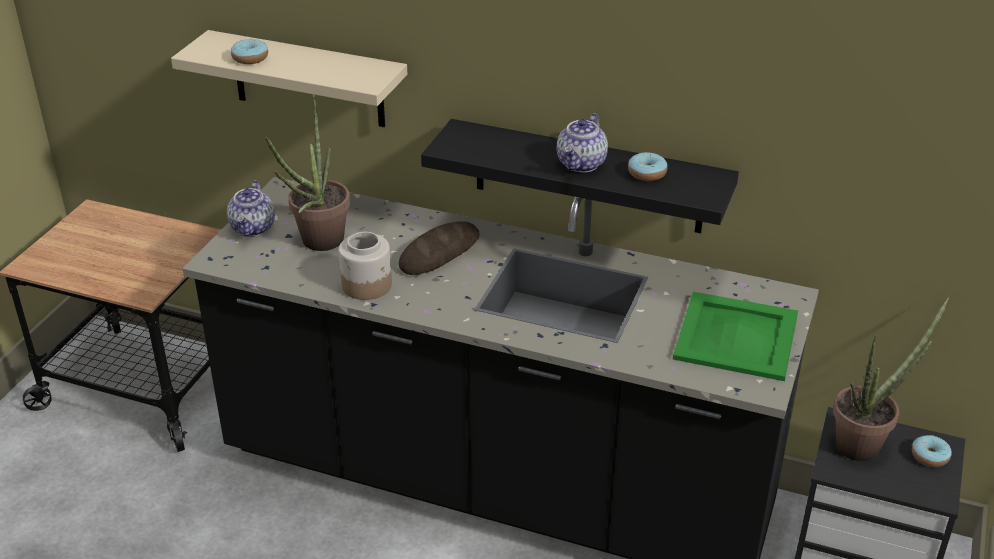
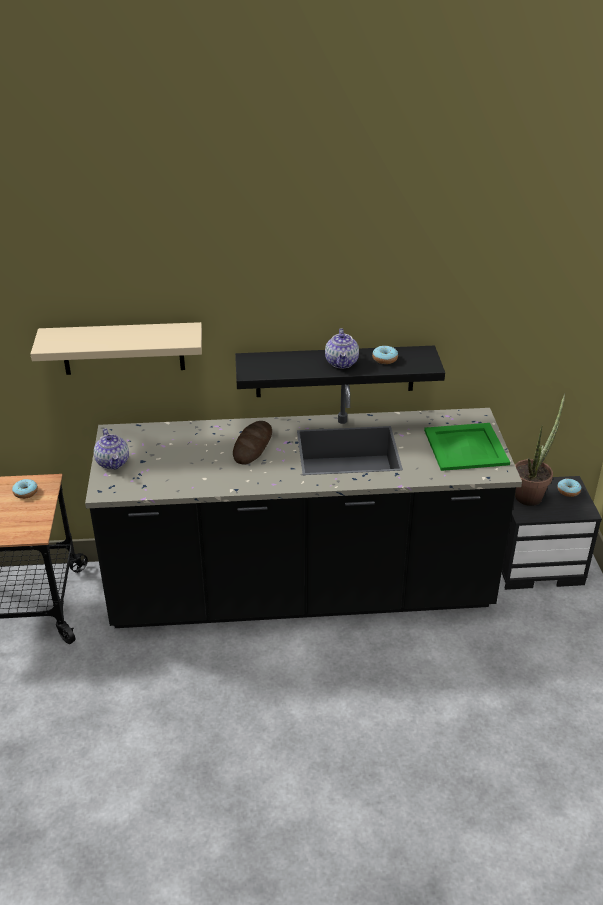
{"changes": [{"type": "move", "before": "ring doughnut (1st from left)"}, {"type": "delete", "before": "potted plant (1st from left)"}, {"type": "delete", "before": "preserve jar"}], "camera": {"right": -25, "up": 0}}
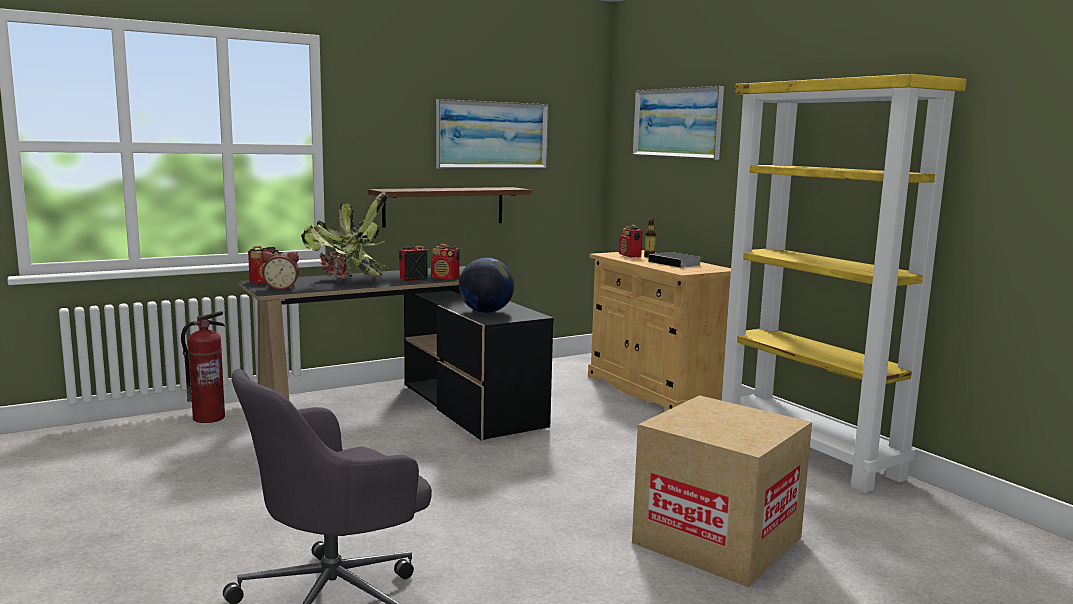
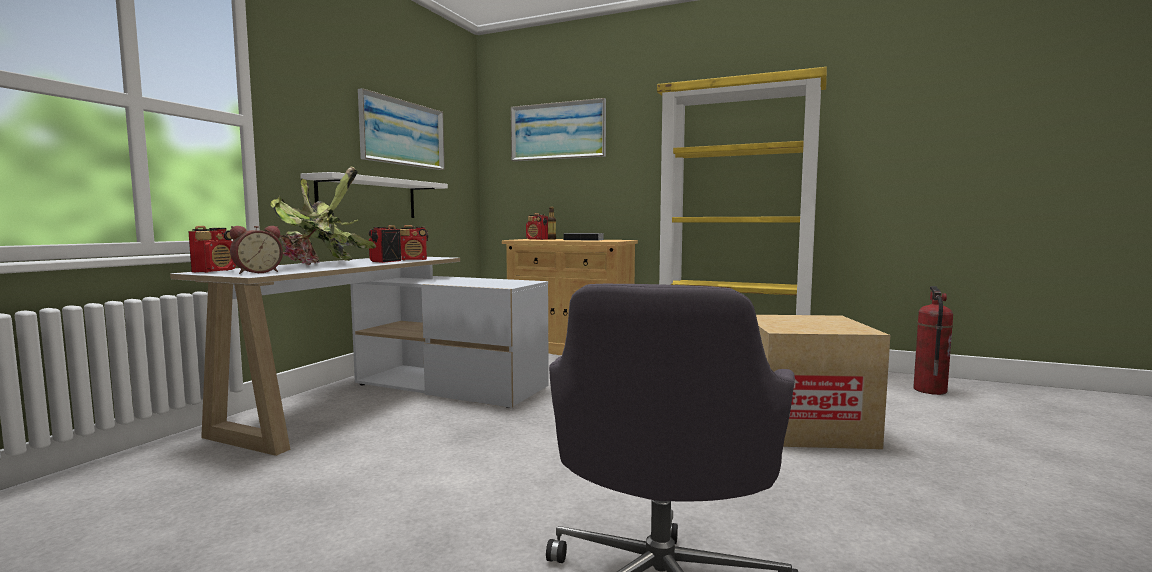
{"changes": [{"type": "recolor", "before": "brown-coloured wall shelf", "after": "whitish wall shelf"}, {"type": "delete", "before": "world globe"}, {"type": "recolor", "before": "blackish desk unit", "after": "whitish desk unit"}, {"type": "move", "before": "fire extinguisher"}], "camera": {"right": -35, "up": -5}}
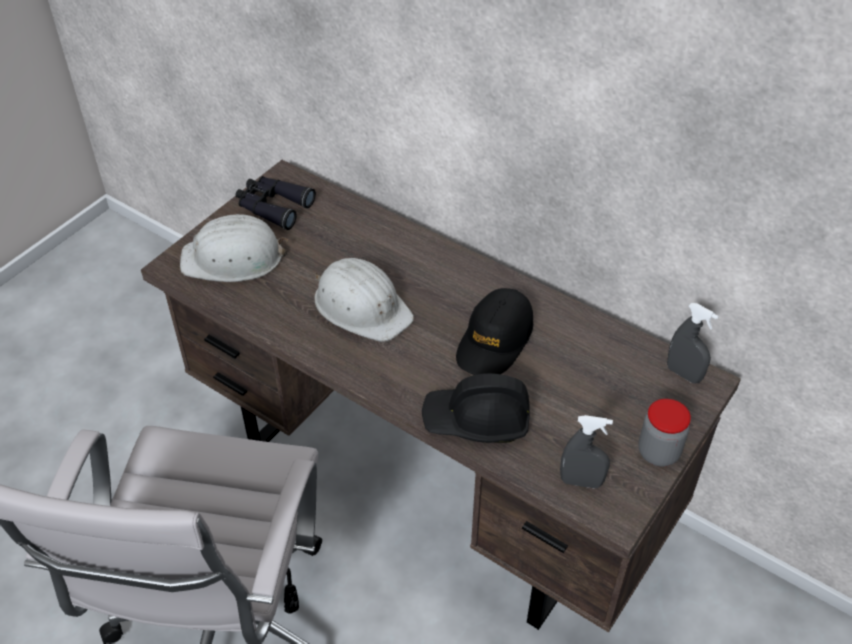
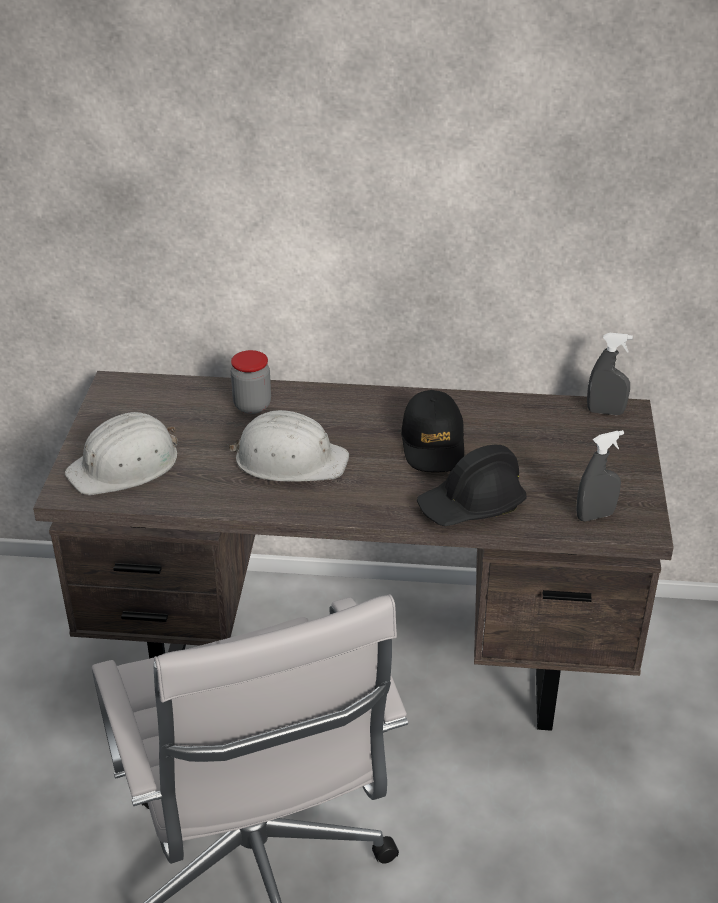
{"changes": [{"type": "delete", "before": "blackish binoculars"}, {"type": "move", "before": "preserve jar"}], "camera": {"right": -30, "up": -10}}
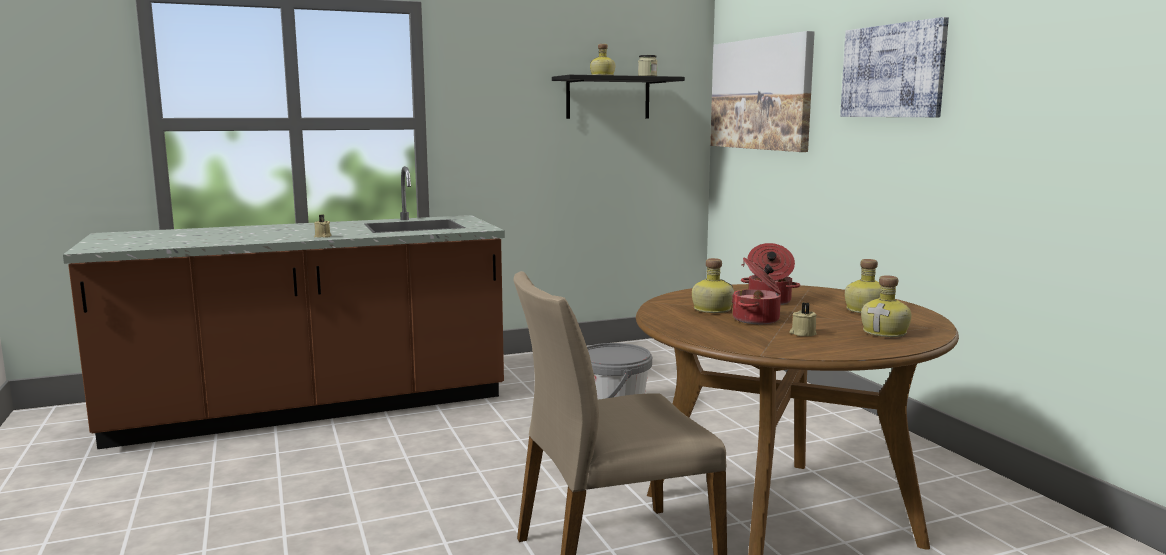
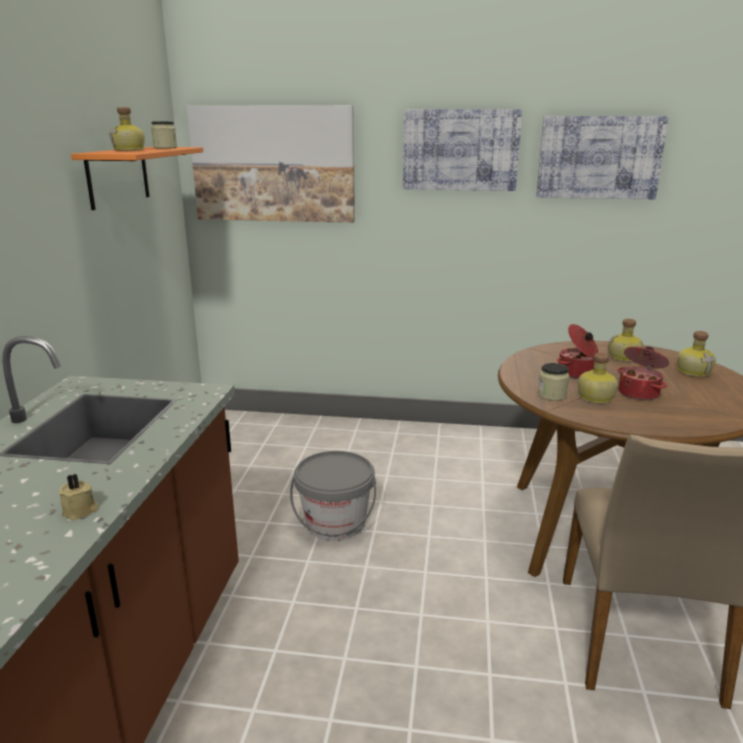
{"changes": [{"type": "recolor", "before": "blackish wall shelf", "after": "orange-coloured wall shelf"}, {"type": "delete", "before": "beige-coloured wax light (2nd from left)"}, {"type": "insert", "after": "wall art (3rd from left)"}, {"type": "insert", "after": "preserve jar (2nd from left)"}], "camera": {"right": -60, "up": 10}}
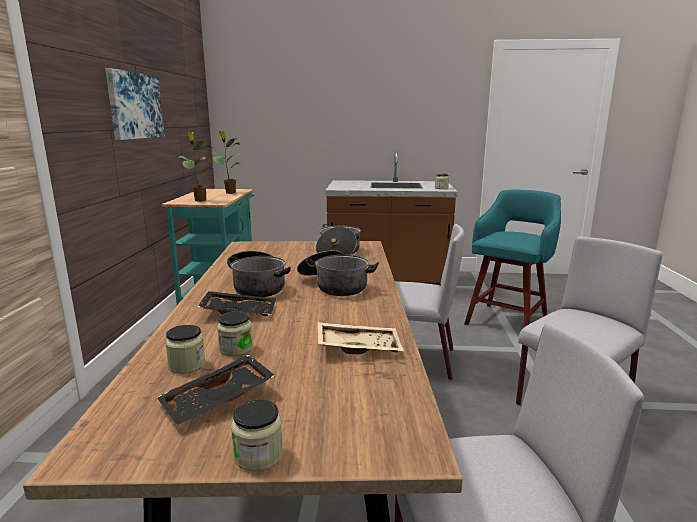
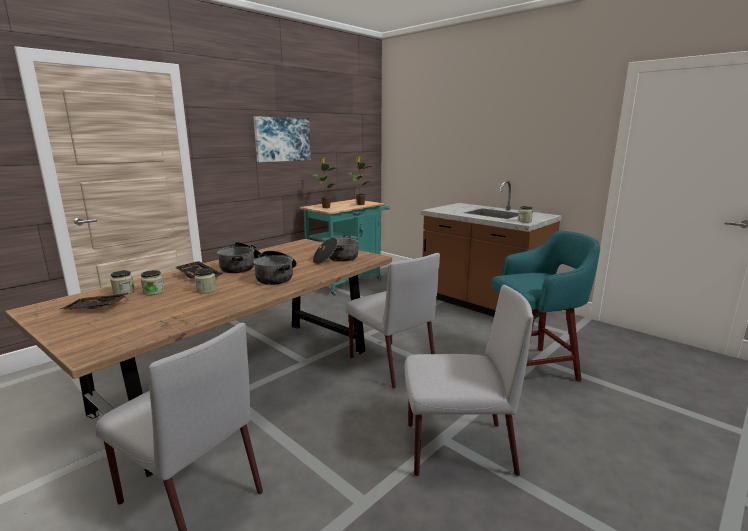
{"changes": [{"type": "delete", "before": "beige-coloured tray"}, {"type": "move", "before": "preserve jar (3rd from left)"}], "camera": {"right": 40, "up": 0}}
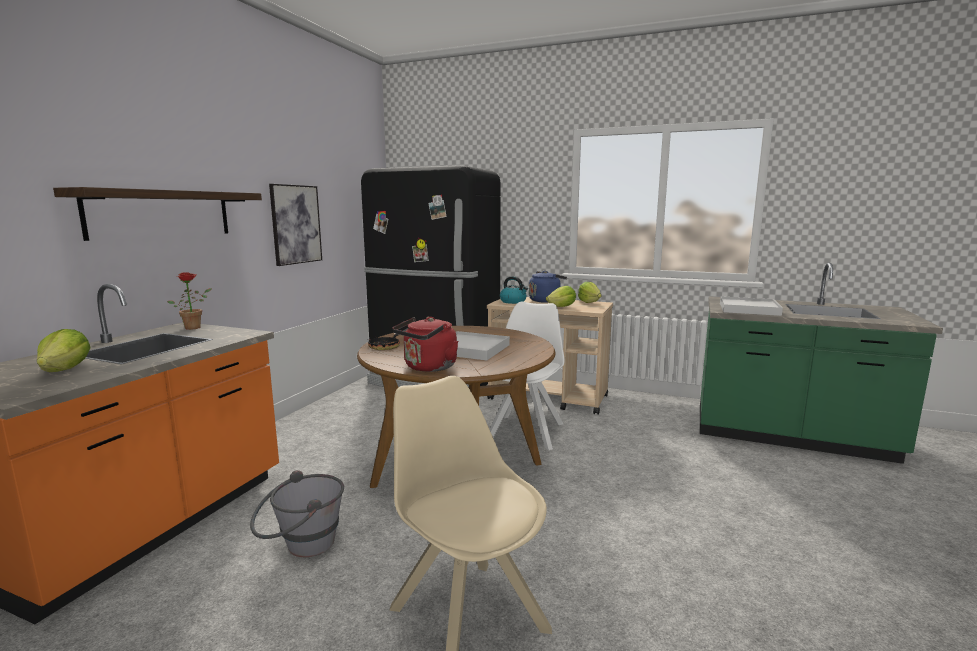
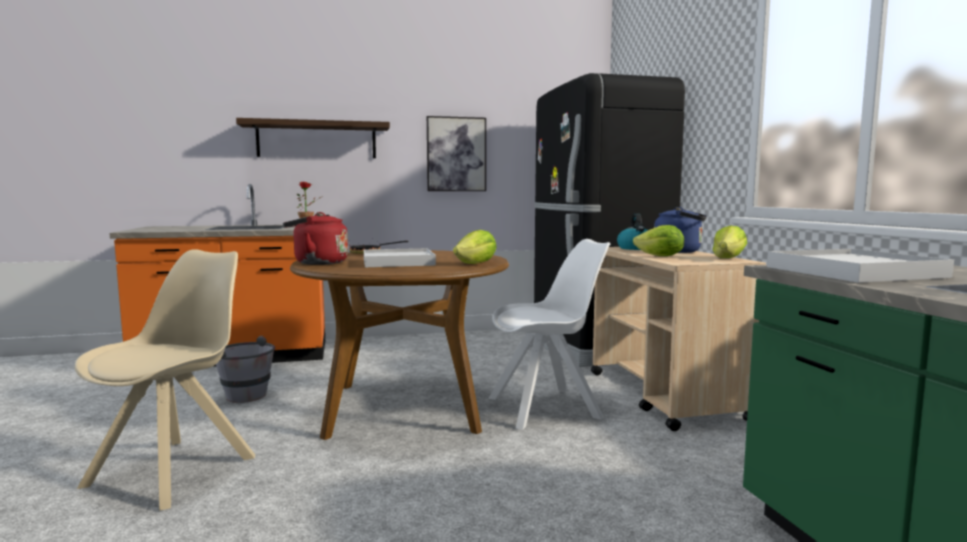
{"changes": [{"type": "move", "before": "head of lettuce (1st from left)"}], "camera": {"right": 55, "up": -5}}
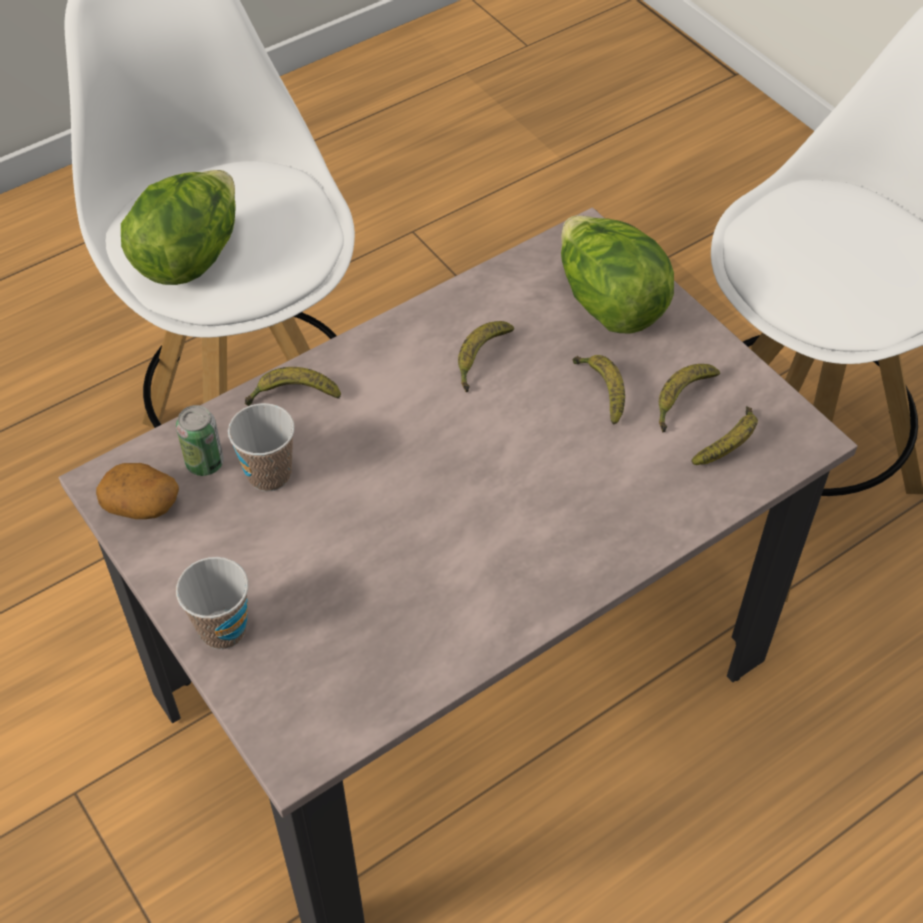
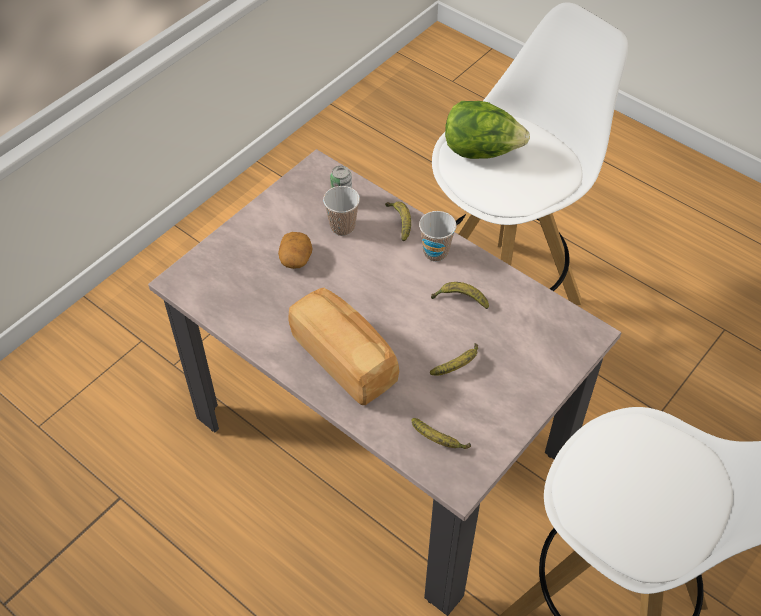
{"changes": [{"type": "delete", "before": "head of lettuce (2nd from left)"}, {"type": "delete", "before": "banana fruit (4th from left)"}, {"type": "move", "before": "spud"}, {"type": "move", "before": "small cup (1st from left in the first image)", "after": "small cup (2nd from left)"}, {"type": "insert", "after": "bakery bread"}], "camera": {"right": 75, "up": 0}}
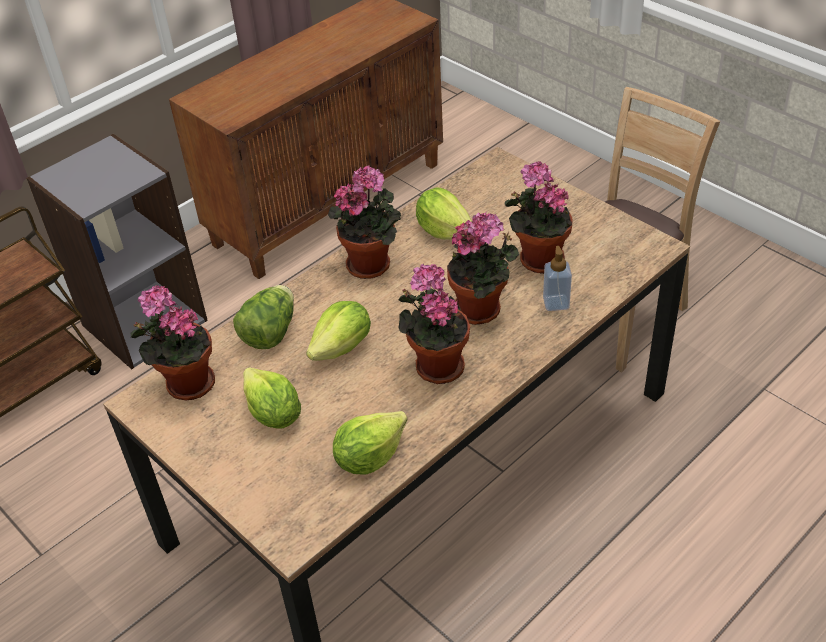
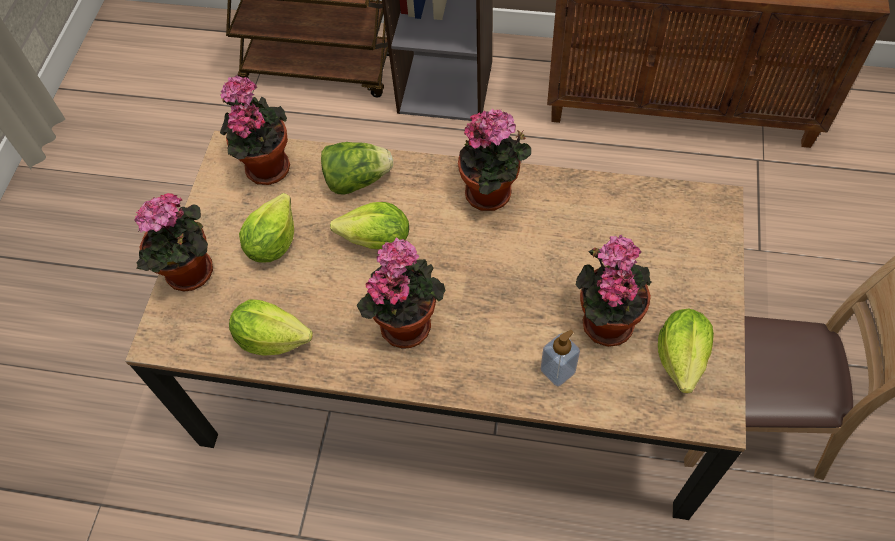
{"changes": [{"type": "move", "before": "head of lettuce (5th from left)"}, {"type": "move", "before": "potted plant (4th from left in the first image)", "after": "potted plant (1st from left)"}], "camera": {"right": 55, "up": 15}}
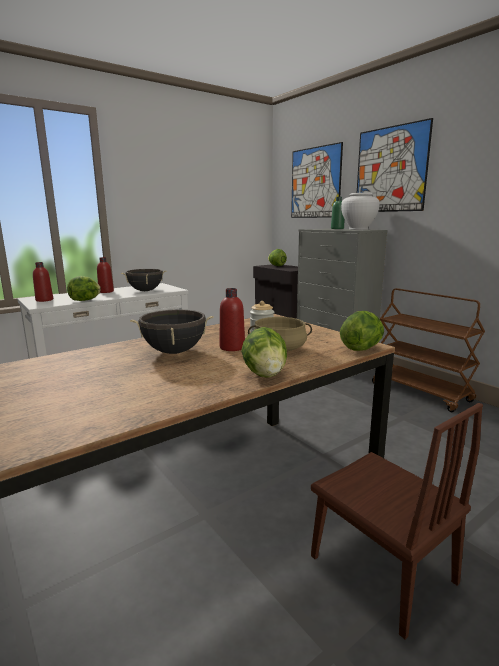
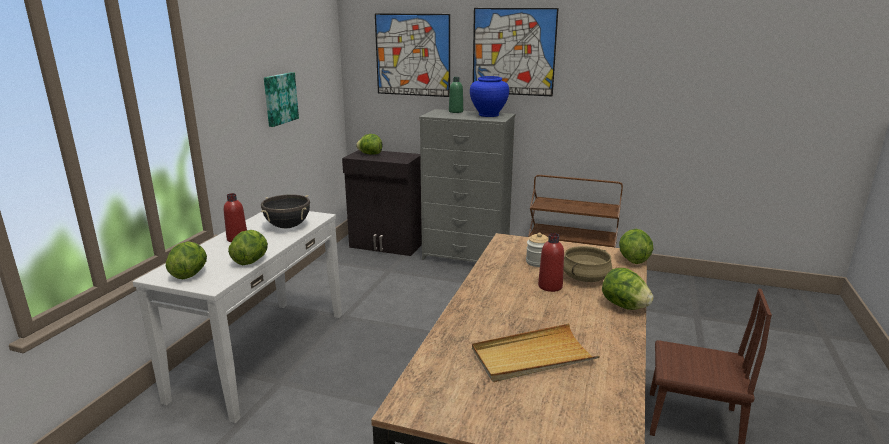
{"changes": [{"type": "recolor", "before": "whitish vase", "after": "blue-coloured vase"}, {"type": "replace", "before": "red-coloured drink bottle (1st from left)", "after": "head of lettuce (1st from left)"}, {"type": "delete", "before": "blackish saucepot (2nd from left)"}, {"type": "insert", "after": "wall art (1st from left)"}, {"type": "insert", "after": "beige-coloured tray"}], "camera": {"right": -35, "up": 5}}
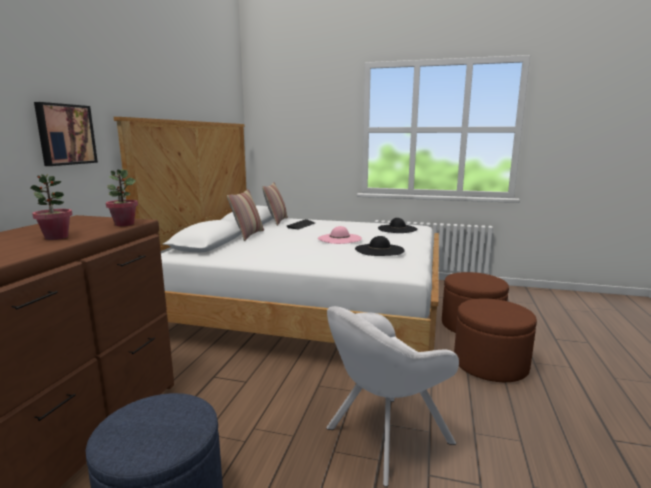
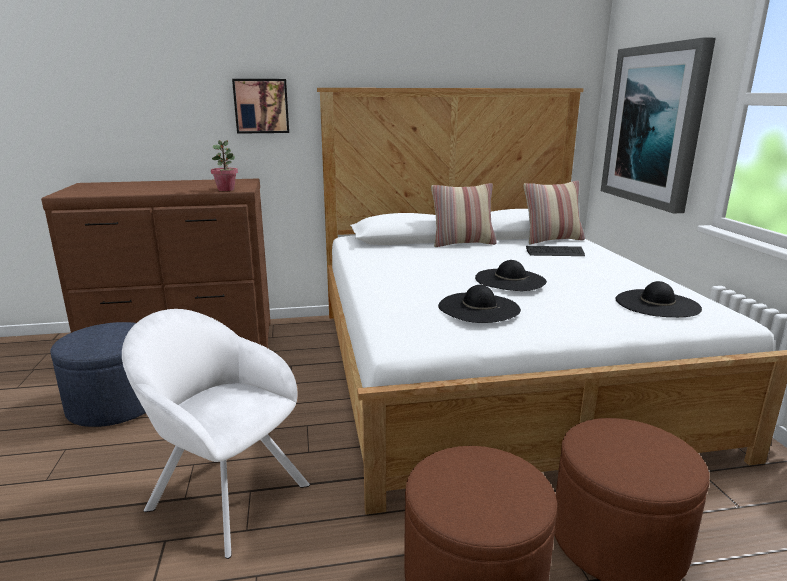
{"changes": [{"type": "delete", "before": "potted plant (1st from left)"}, {"type": "recolor", "before": "pink-coloured wearable hat", "after": "blackish wearable hat (2nd from left)"}, {"type": "insert", "after": "wall art (2nd from left)"}], "camera": {"right": 65, "up": 5}}
